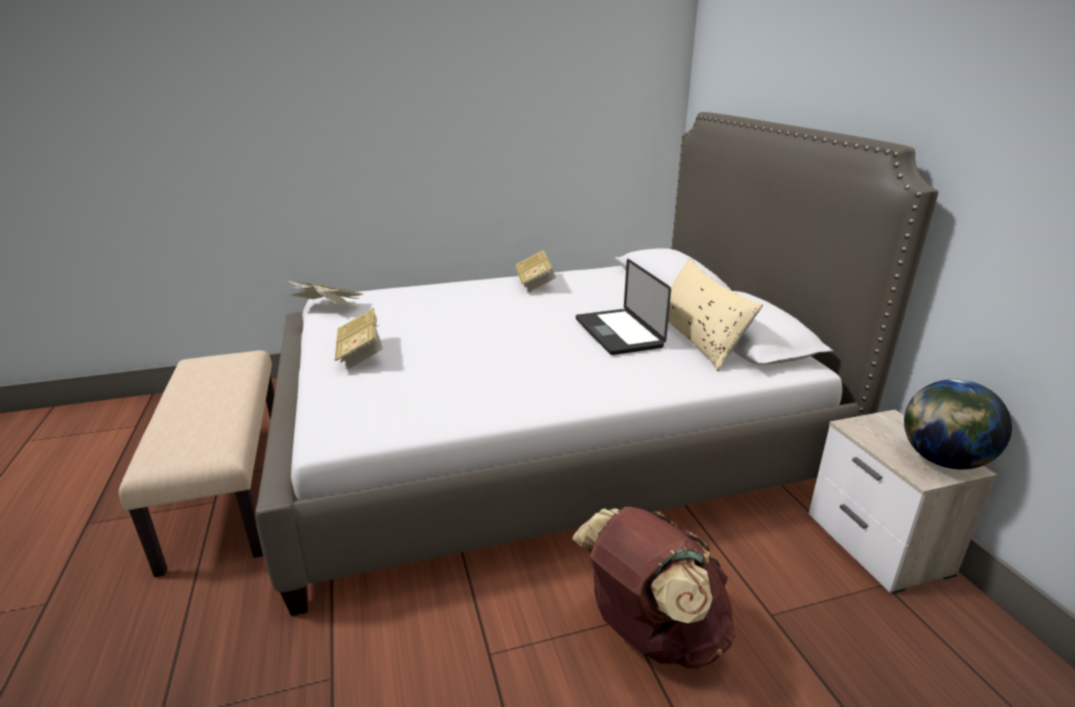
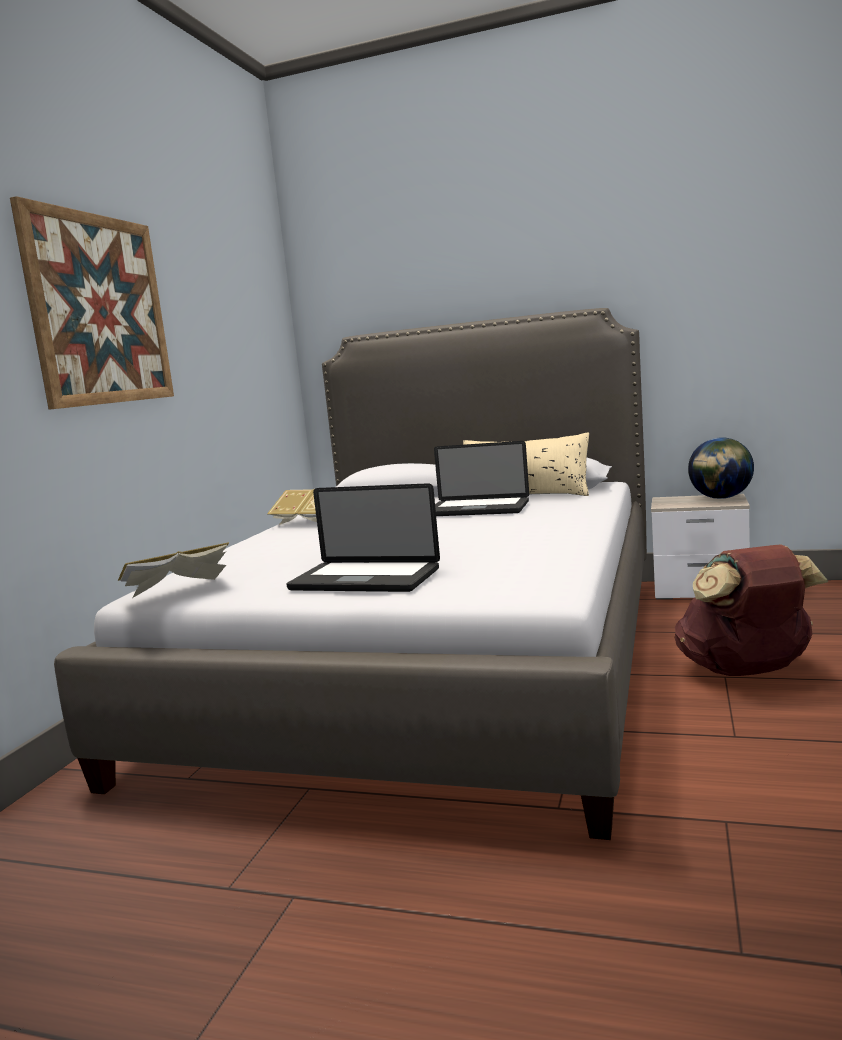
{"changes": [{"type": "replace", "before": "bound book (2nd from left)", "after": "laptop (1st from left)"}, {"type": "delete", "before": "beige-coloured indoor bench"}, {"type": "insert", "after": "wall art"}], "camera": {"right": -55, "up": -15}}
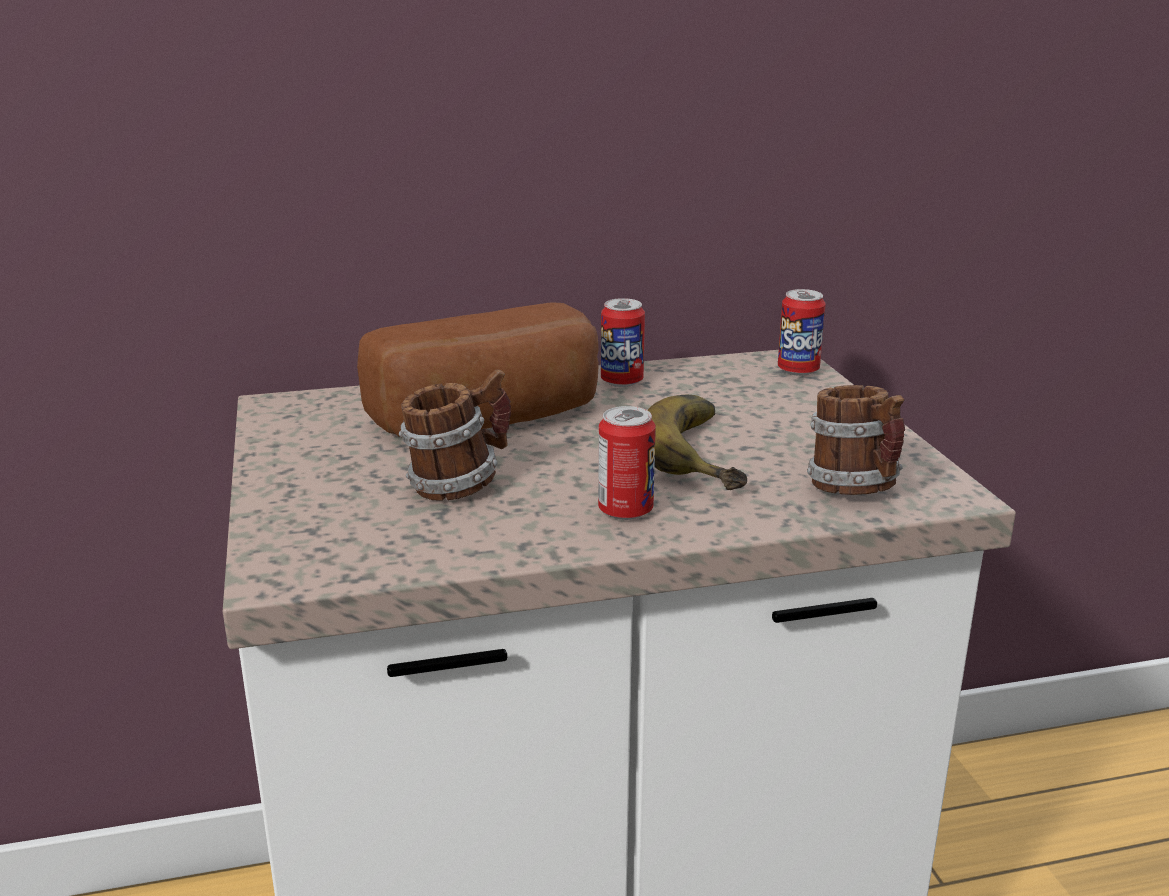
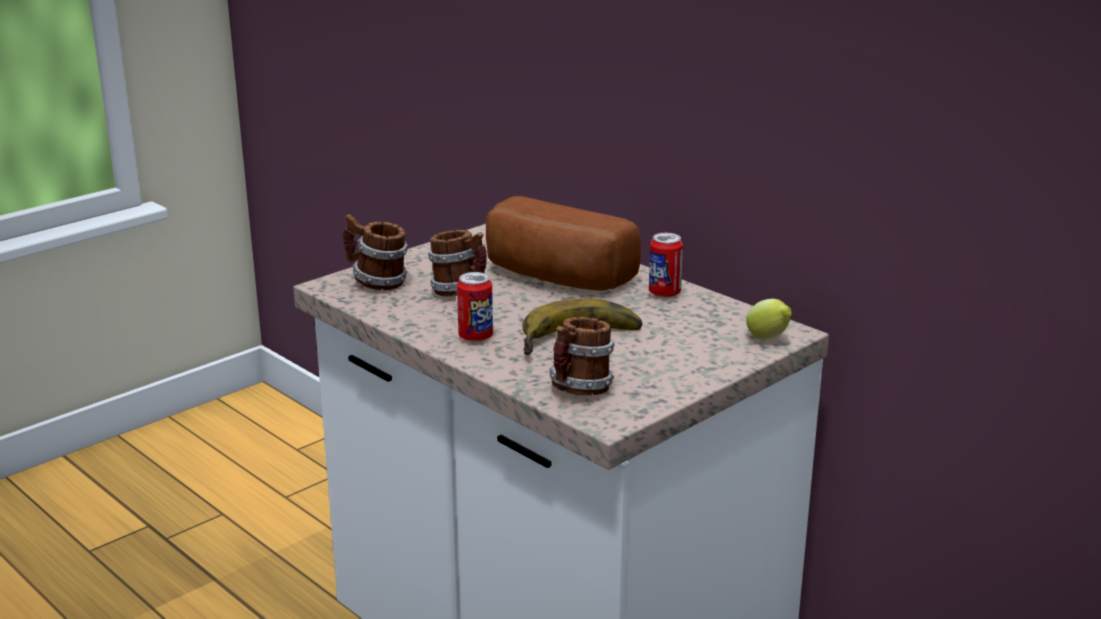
{"changes": [{"type": "replace", "before": "sealed can (3rd from left)", "after": "lemon"}, {"type": "insert", "after": "coffee mug (1st from left)"}], "camera": {"right": 60, "up": 0}}
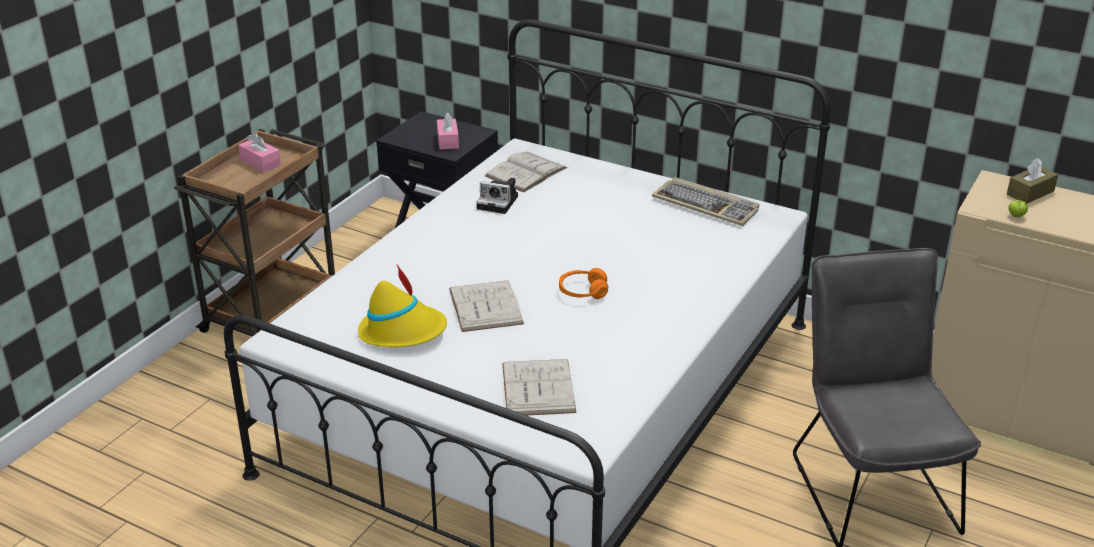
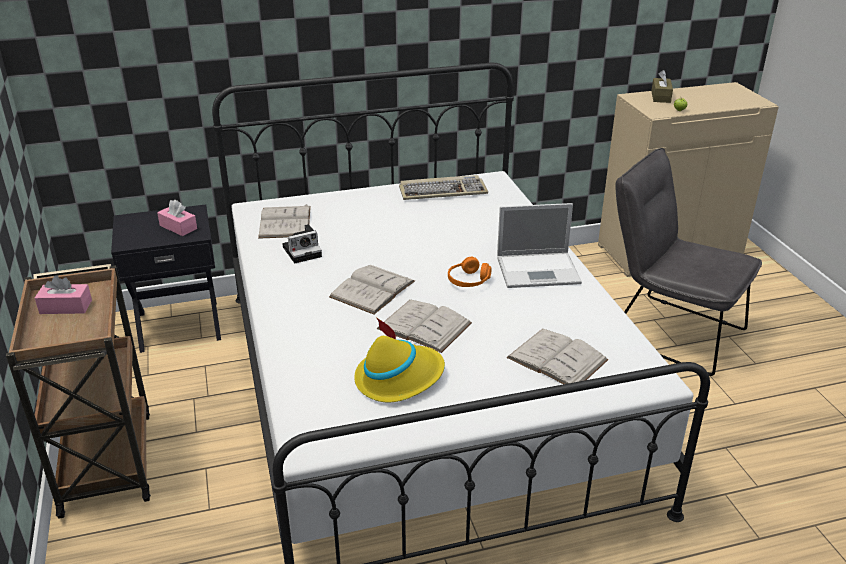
{"changes": [{"type": "insert", "after": "laptop"}, {"type": "insert", "after": "whitish bound book (2nd from left)"}], "camera": {"right": -45, "up": 0}}
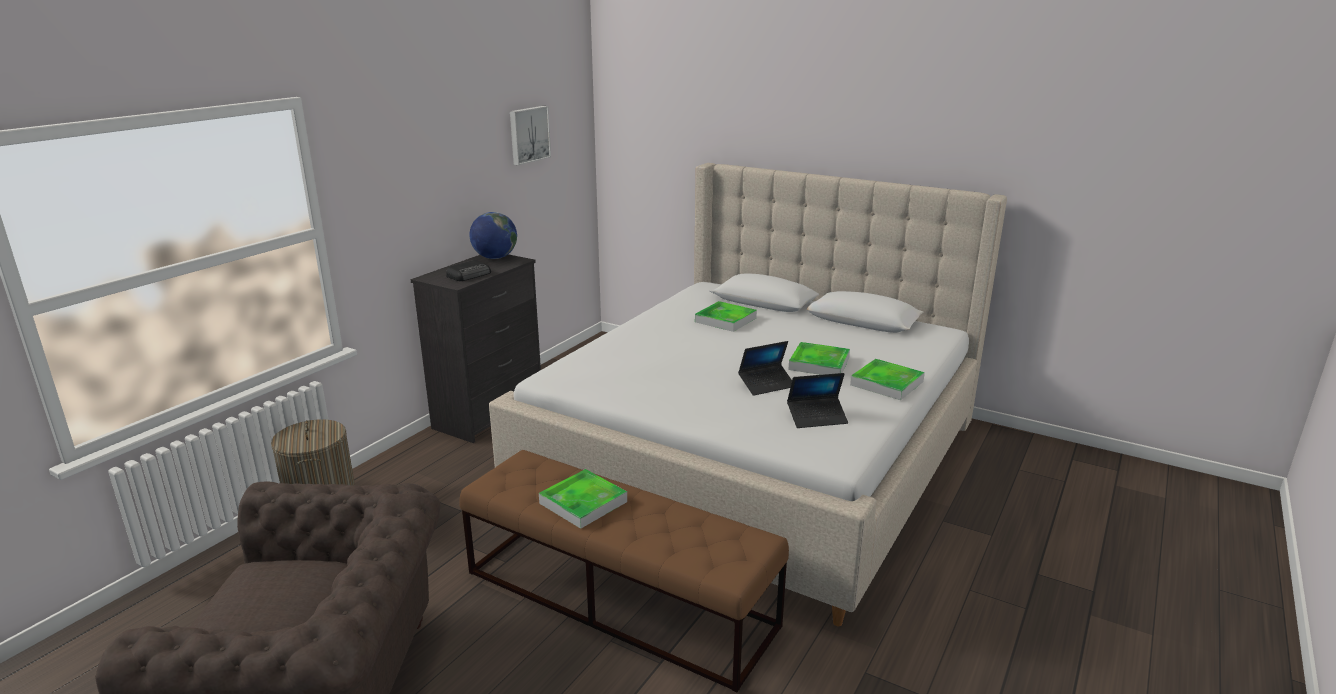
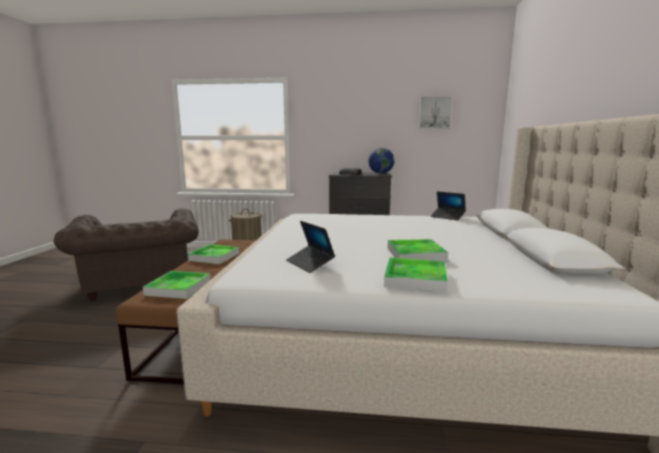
{"changes": [{"type": "move", "before": "tray (2nd from left in the first image)", "after": "tray (1st from left)"}, {"type": "move", "before": "laptop (1st from left in the first image)", "after": "laptop (2nd from left)"}], "camera": {"right": 65, "up": -10}}
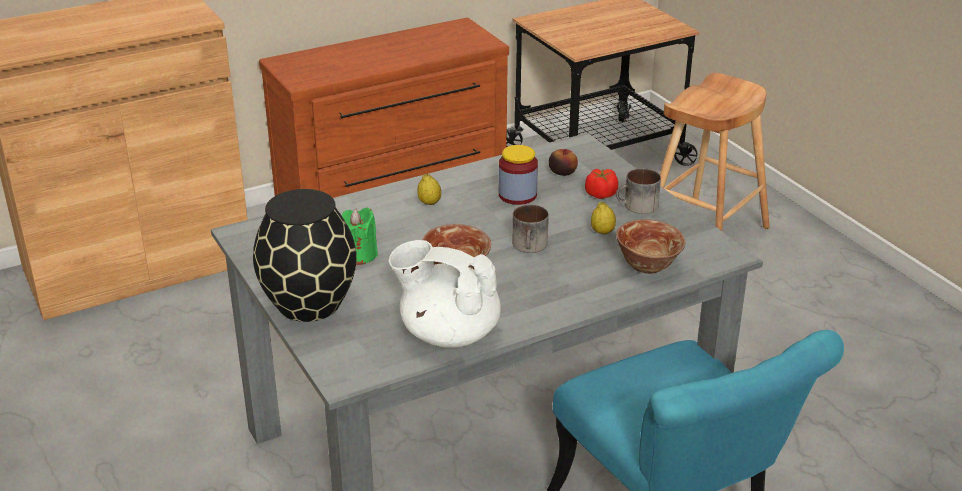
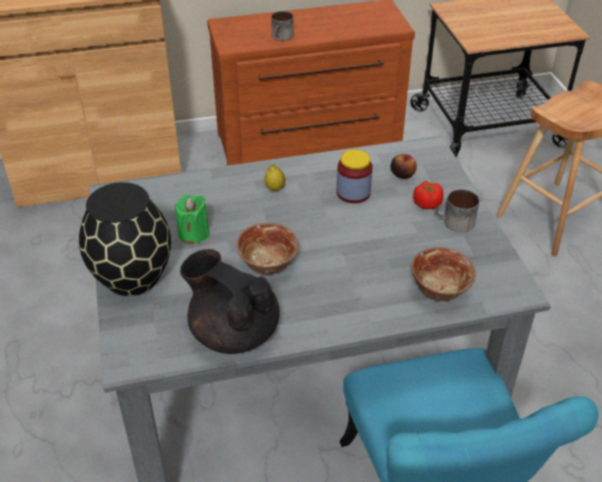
{"changes": [{"type": "delete", "before": "lemon (2nd from left)"}, {"type": "move", "before": "coffee mug (1st from left)"}, {"type": "recolor", "before": "whitish pot for tea", "after": "blackish pot for tea"}], "camera": {"right": 15, "up": 10}}
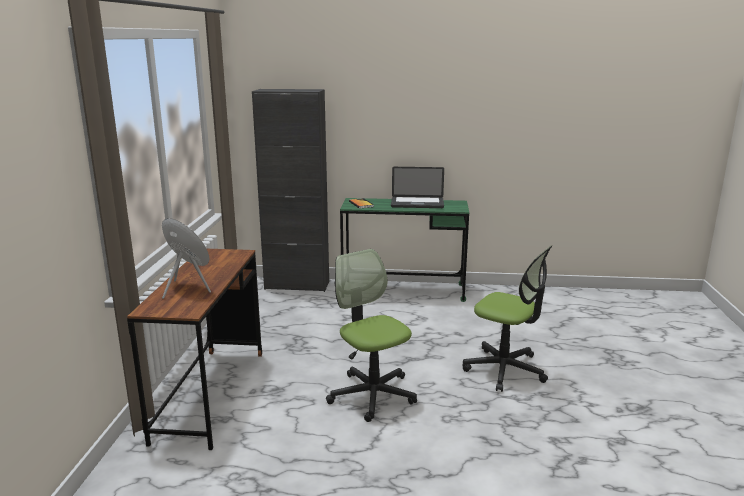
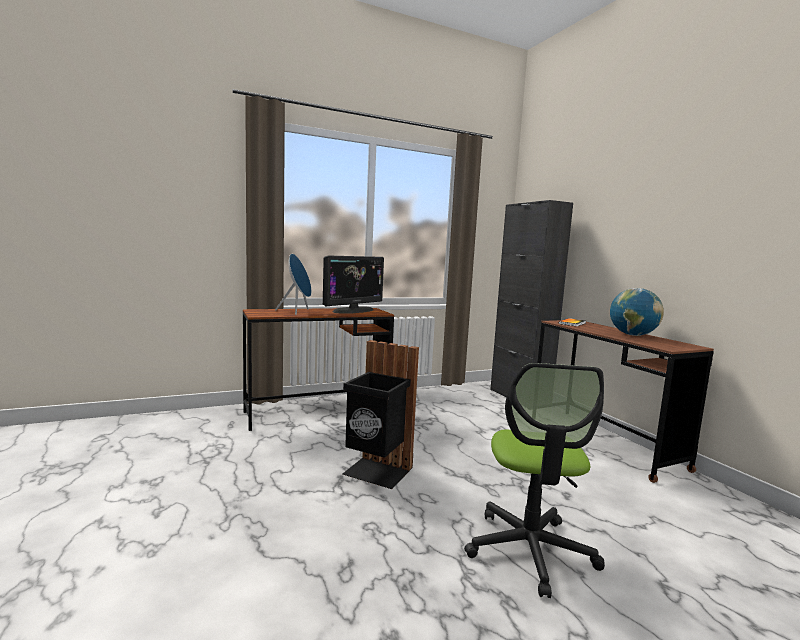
{"changes": [{"type": "replace", "before": "laptop", "after": "world globe"}, {"type": "recolor", "before": "greenish desk unit", "after": "brown-coloured desk unit (2nd from left)"}, {"type": "replace", "before": "desk chair (1st from left)", "after": "blackish waste bin"}, {"type": "insert", "after": "monitor"}], "camera": {"right": 60, "up": -10}}
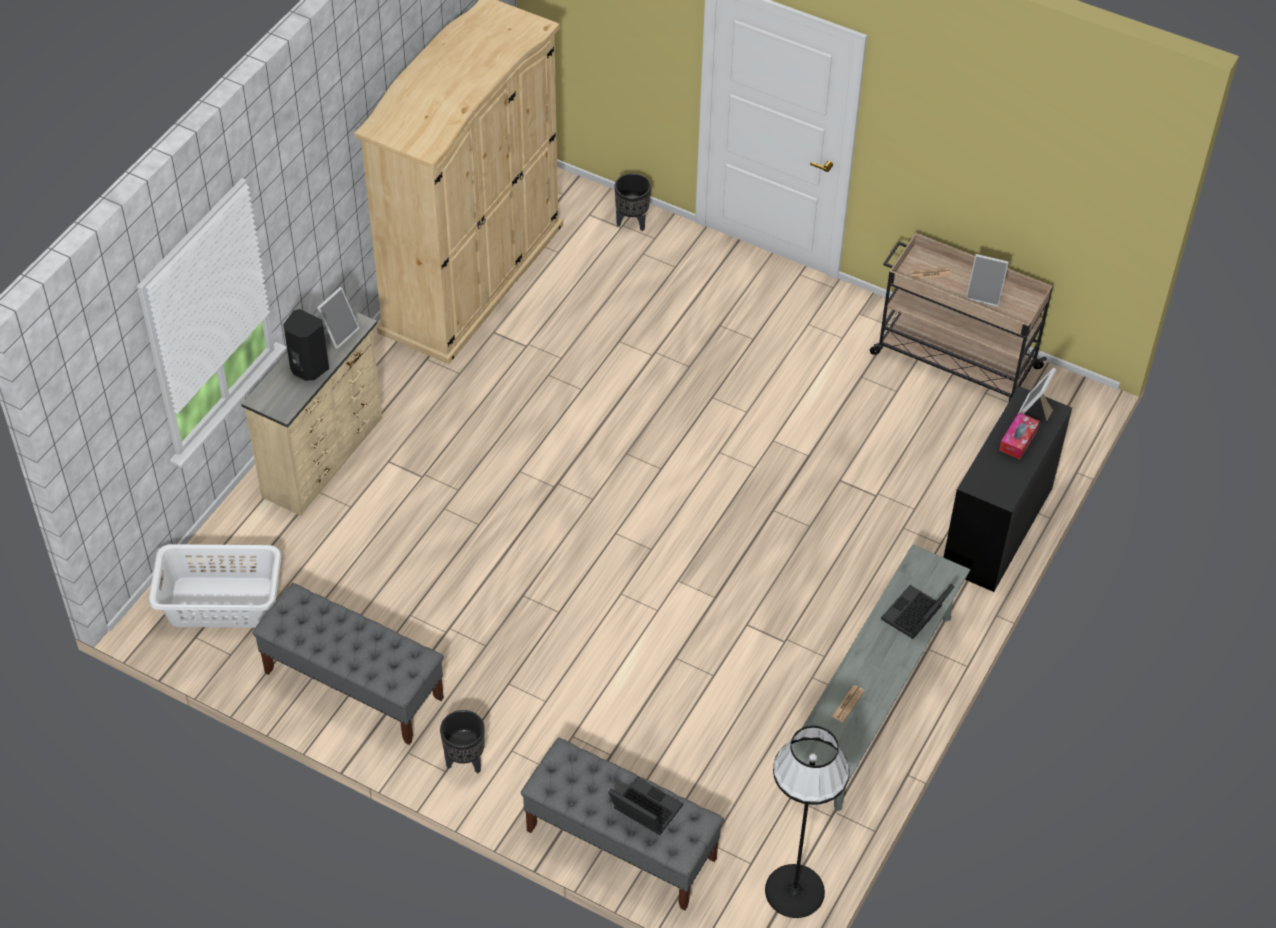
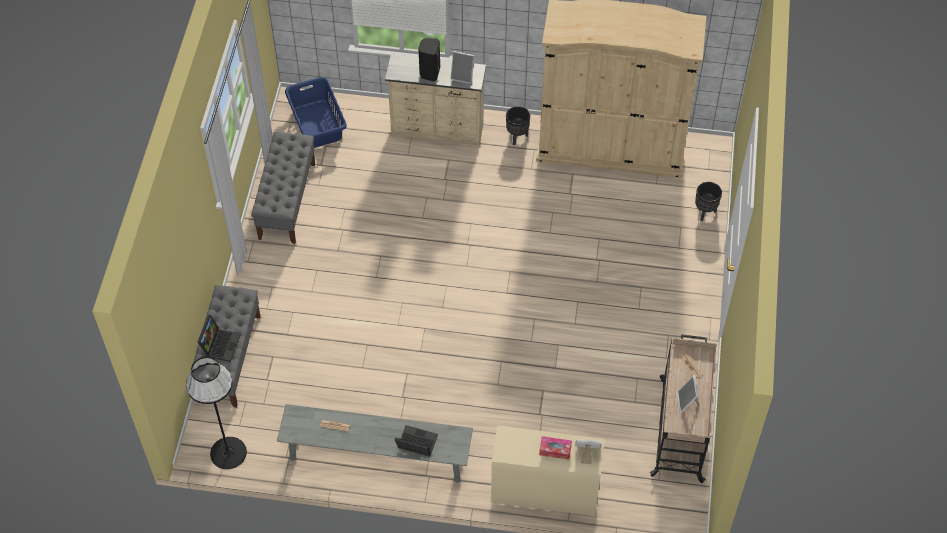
{"changes": [{"type": "recolor", "before": "blackish desk unit", "after": "beige-coloured desk unit"}, {"type": "recolor", "before": "whitish hamper", "after": "blue-coloured hamper"}, {"type": "move", "before": "blackish planter (1st from left)"}], "camera": {"right": 70, "up": 5}}
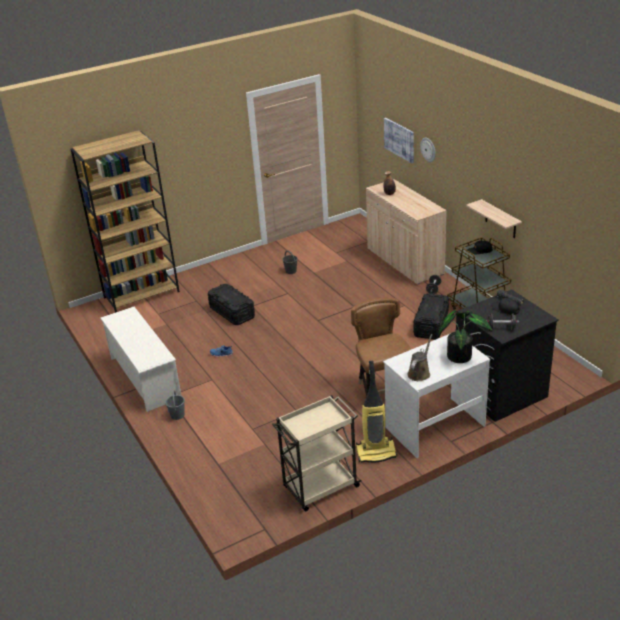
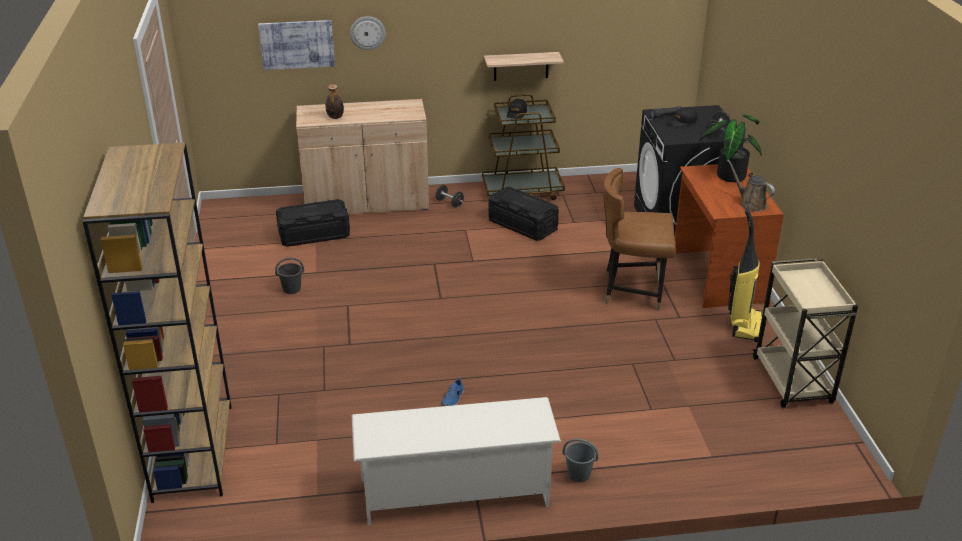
{"changes": [{"type": "move", "before": "blackish storage box (1st from left)"}, {"type": "recolor", "before": "whitish desk unit", "after": "brown-coloured desk unit"}], "camera": {"right": -70, "up": 0}}
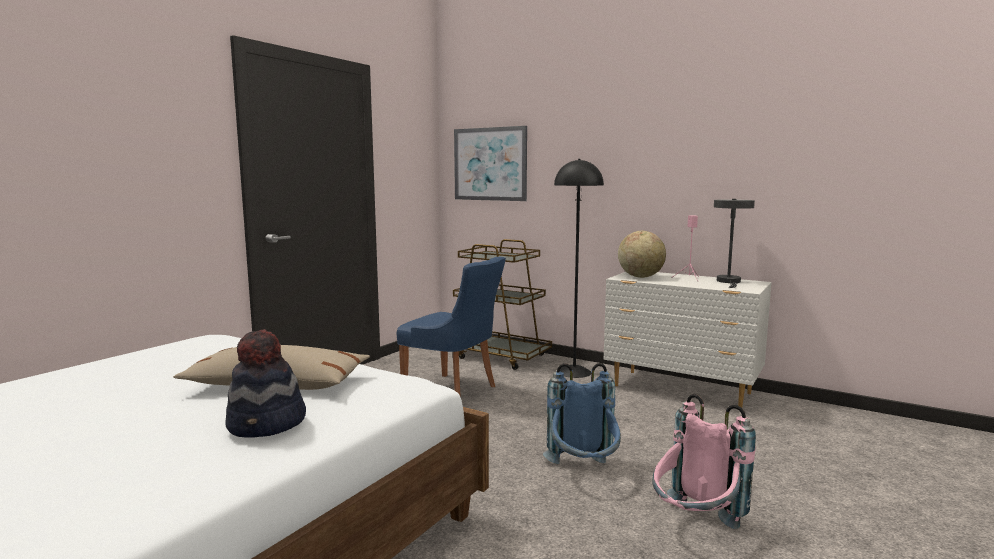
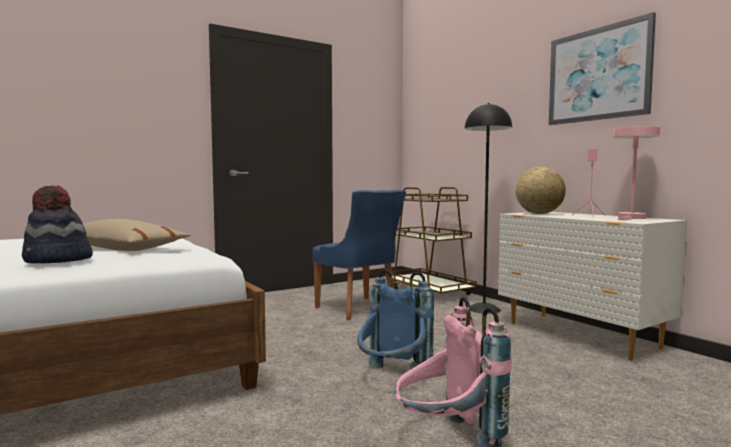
{"changes": [{"type": "move", "before": "wall art"}, {"type": "recolor", "before": "grey lamp for a table", "after": "pink-coloured lamp for a table"}], "camera": {"right": 25, "up": -5}}
